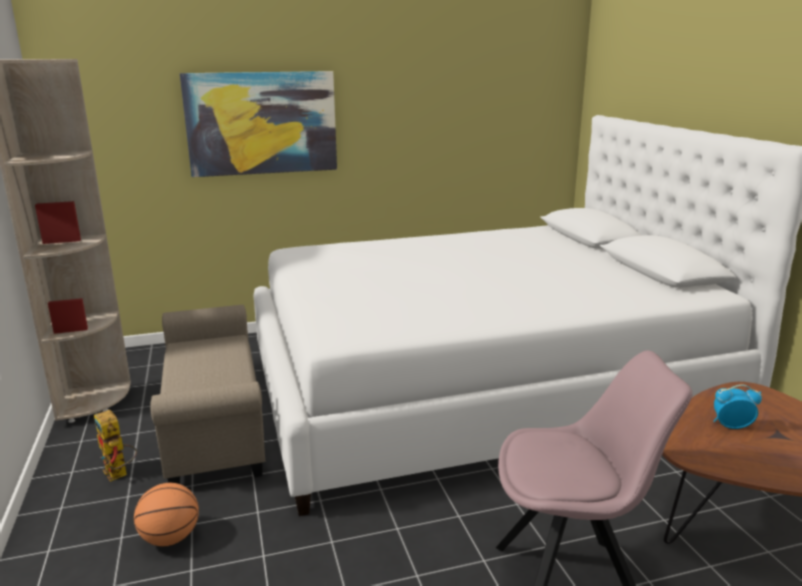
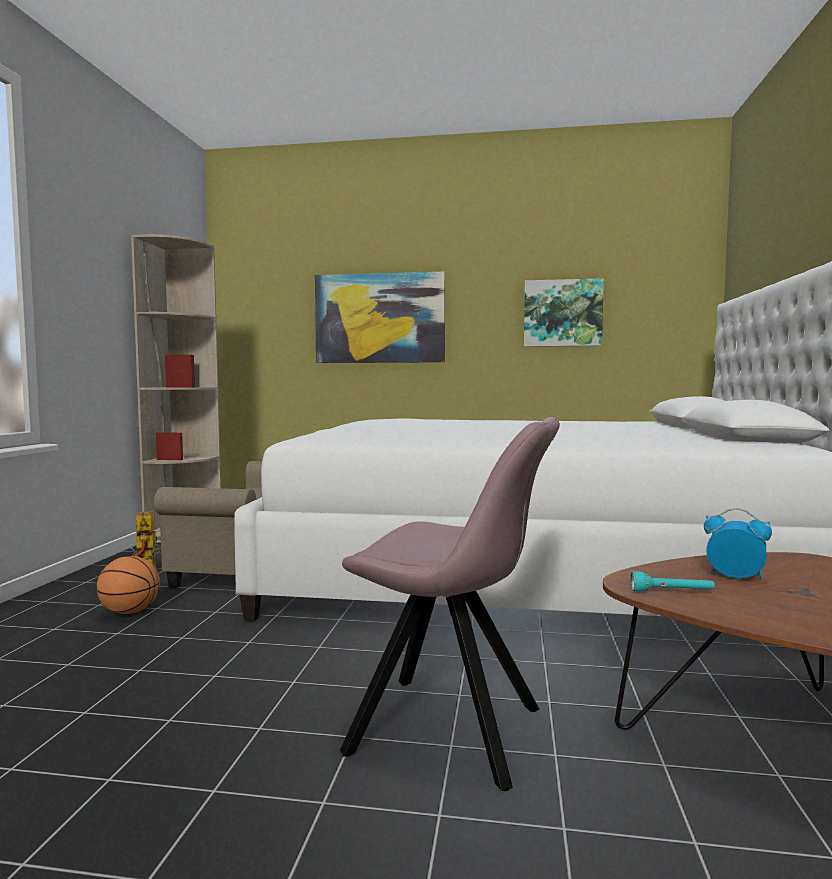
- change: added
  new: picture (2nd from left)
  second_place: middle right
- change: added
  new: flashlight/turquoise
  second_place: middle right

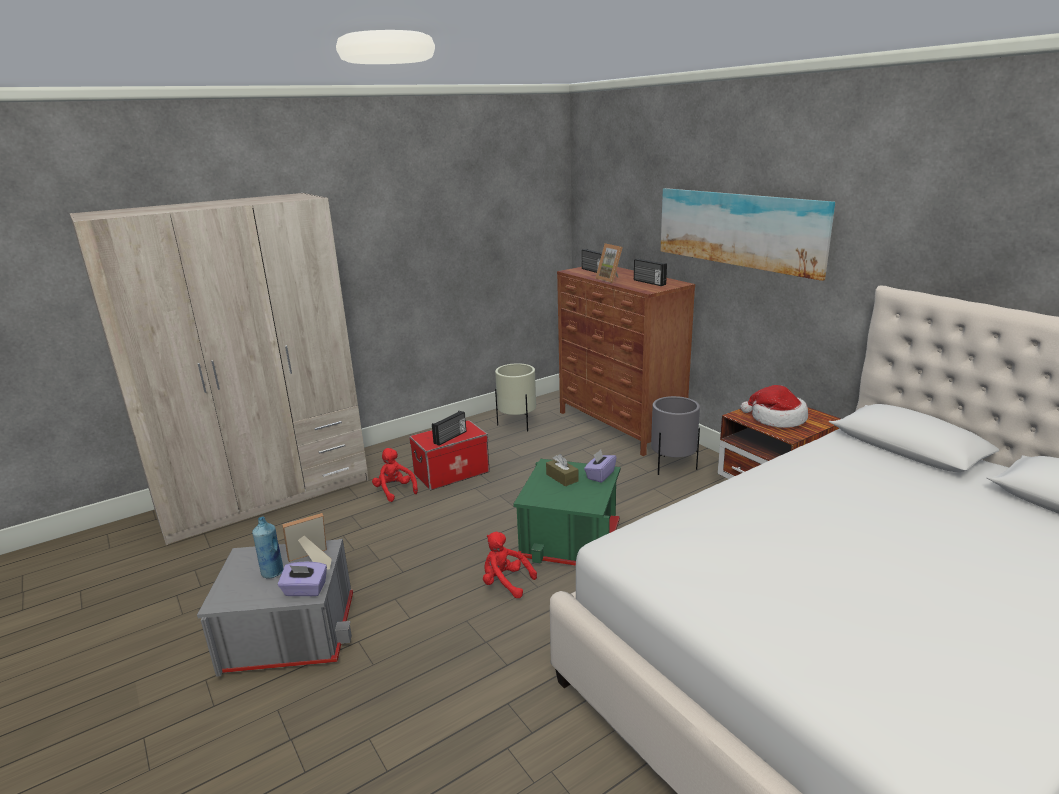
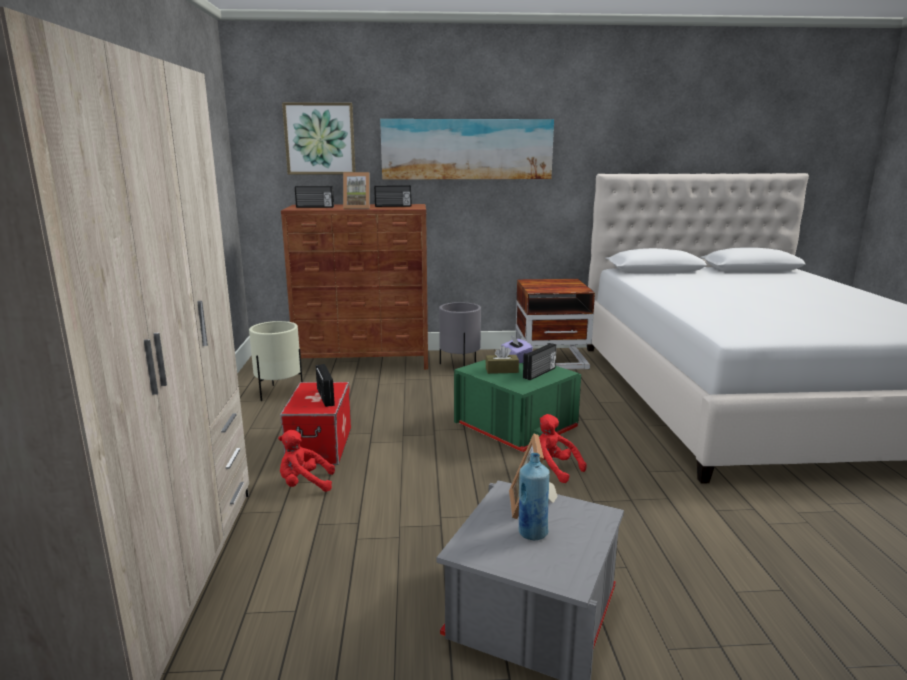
- change: removed
  old: hat
  first_place: middle right
- change: turned
  old: plush toy/red (2nd from left)
  first_place: bottom centre
  second_place: centre
  degrees: 75
- change: removed
  old: tissue box/purple (1st from left)
  first_place: bottom left
- change: added
  new: picture (1st from left)
  second_place: top centre
- change: added
  new: radio (4th from left)
  second_place: centre

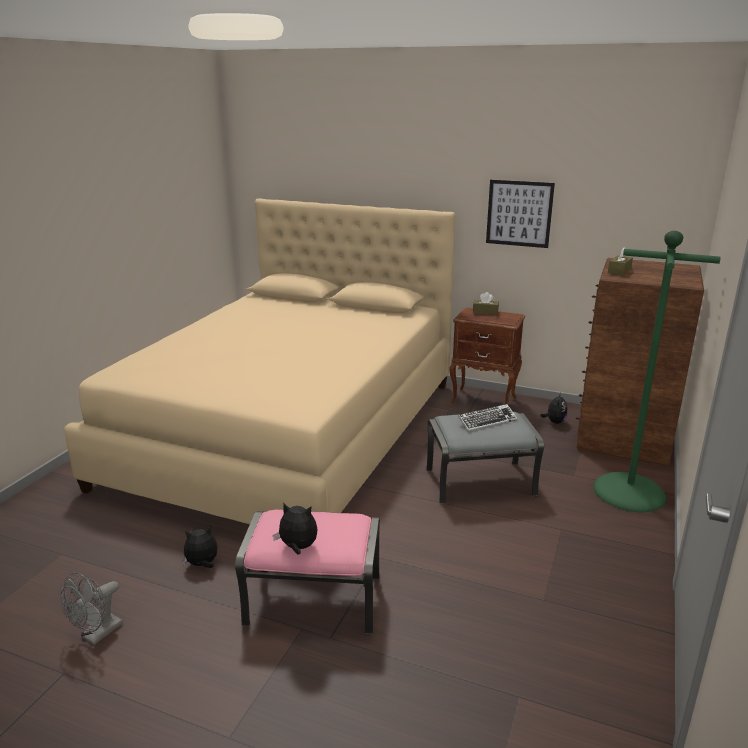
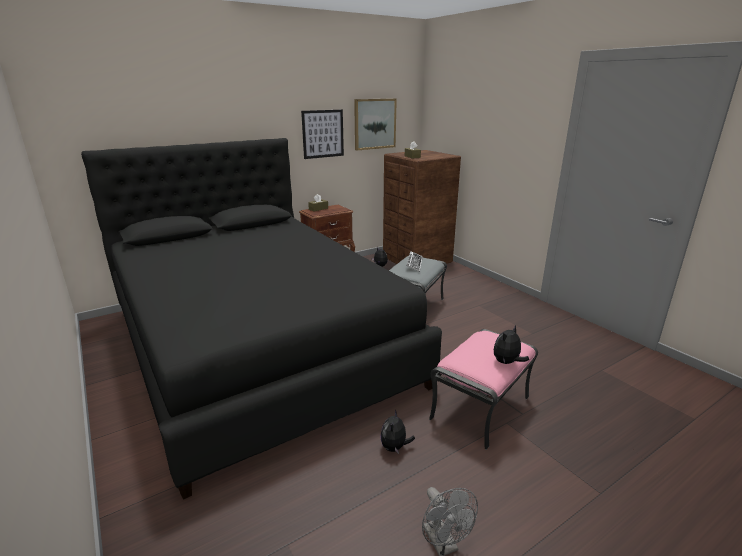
- change: recoloured
  old: bed/beige
  new: bed/black
  first_place: centre
  second_place: centre
- change: removed
  old: clothes rack/green
  first_place: middle right
- change: added
  new: picture (2nd from left)
  second_place: top centre

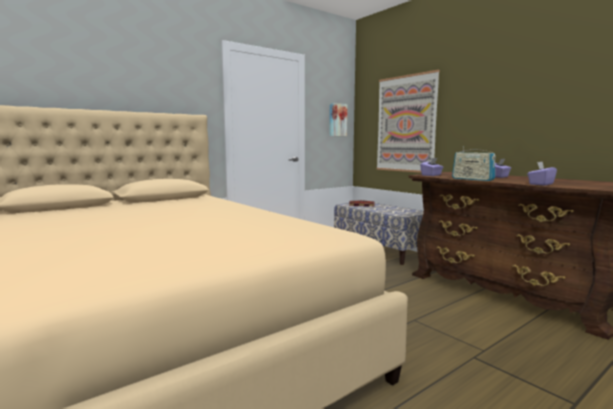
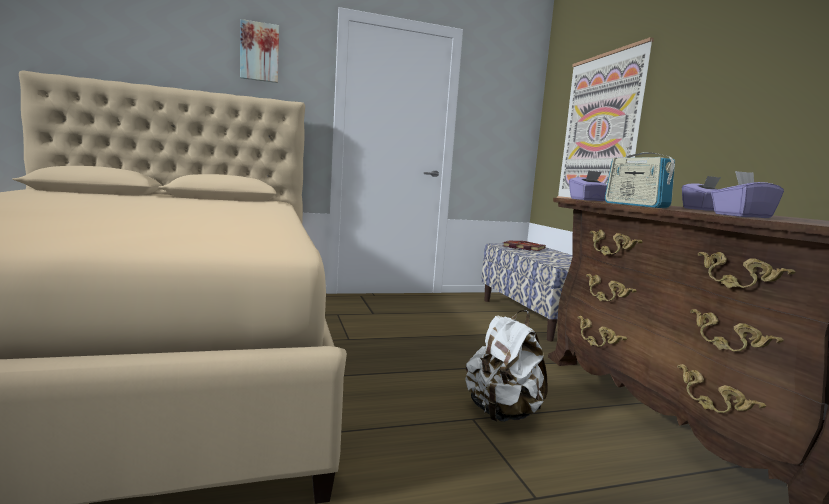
- change: moved
  old: picture (1st from left)
  first_place: top centre
  second_place: top left
- change: added
  new: backpack/white
  second_place: bottom centre

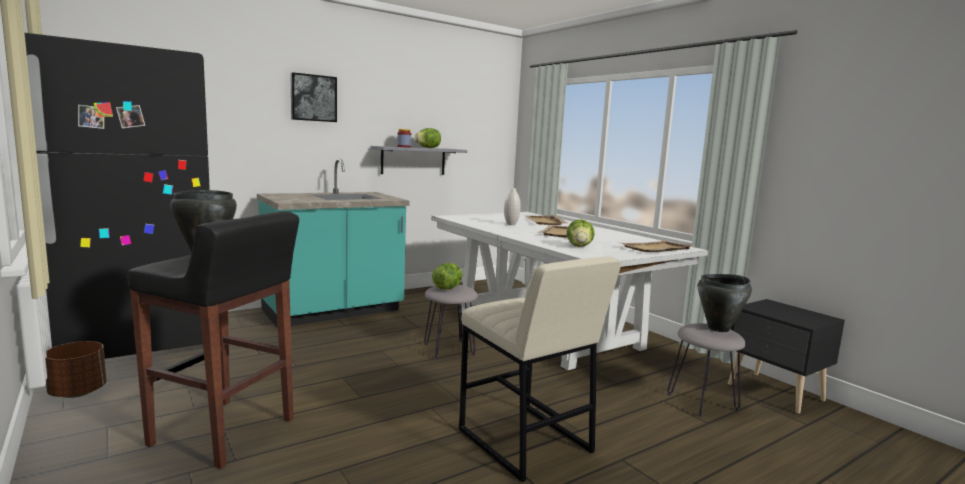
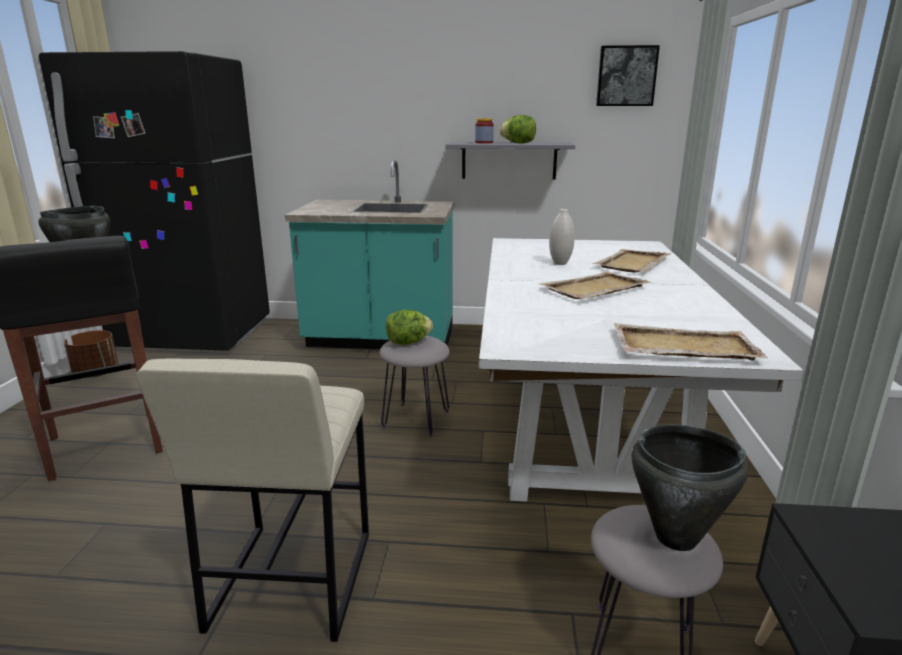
- change: moved
  old: picture
  first_place: top left
  second_place: top right
- change: removed
  old: lettuce (3rd from left)
  first_place: centre

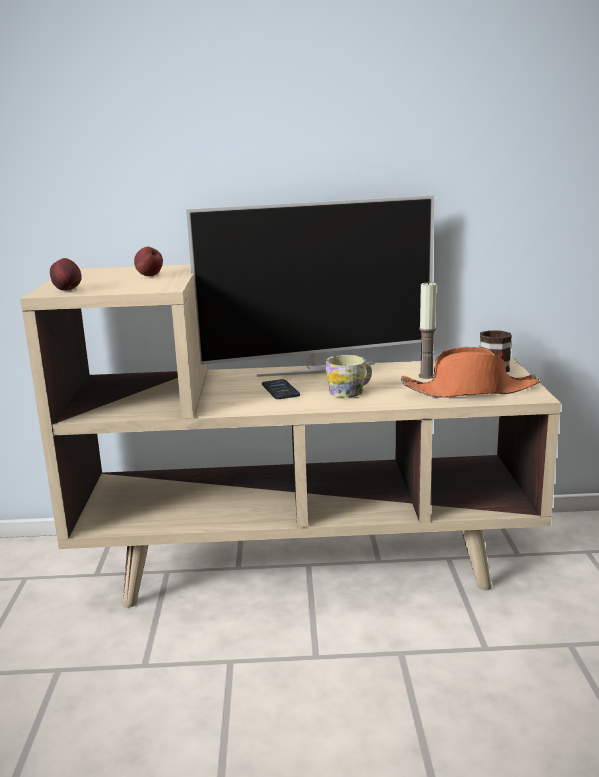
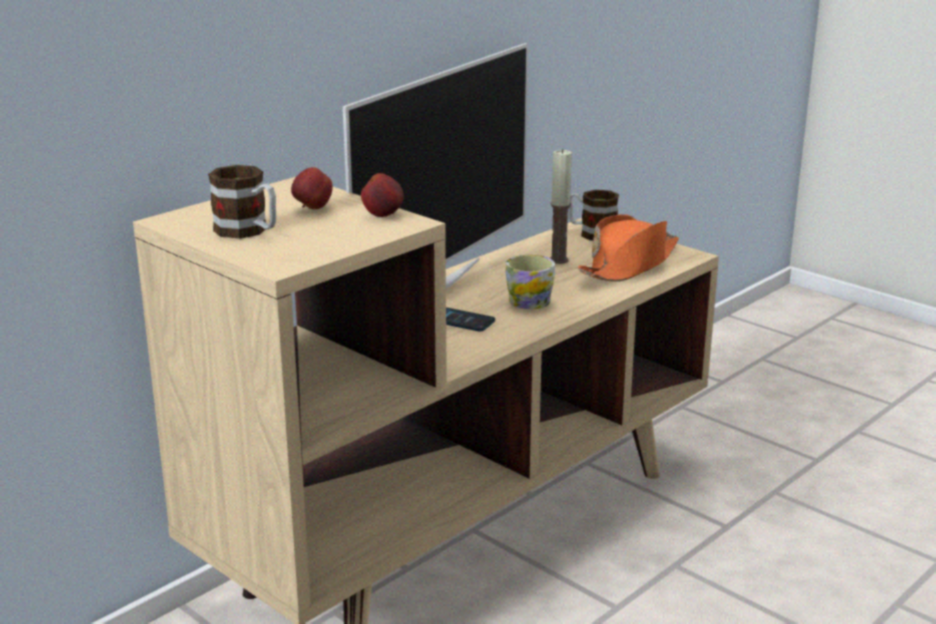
- change: moved
  old: apple (1st from left in the first image)
  new: apple (2nd from left)
  first_place: middle left
  second_place: top centre
- change: added
  new: mug (1st from left)
  second_place: top left

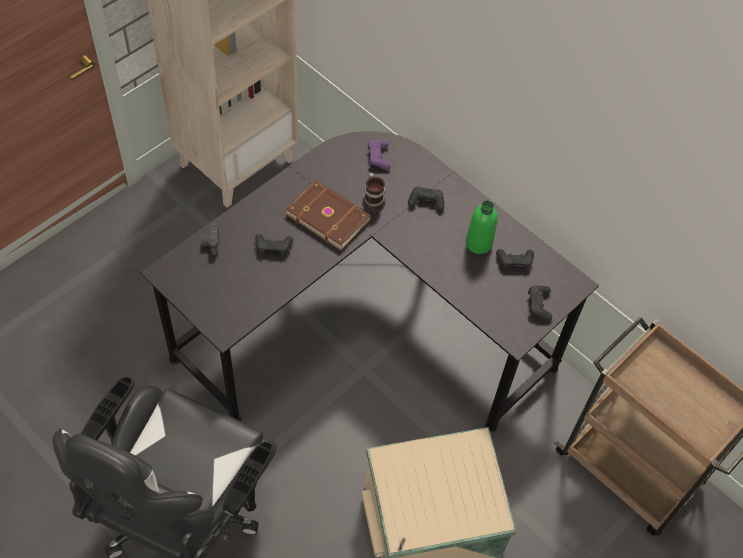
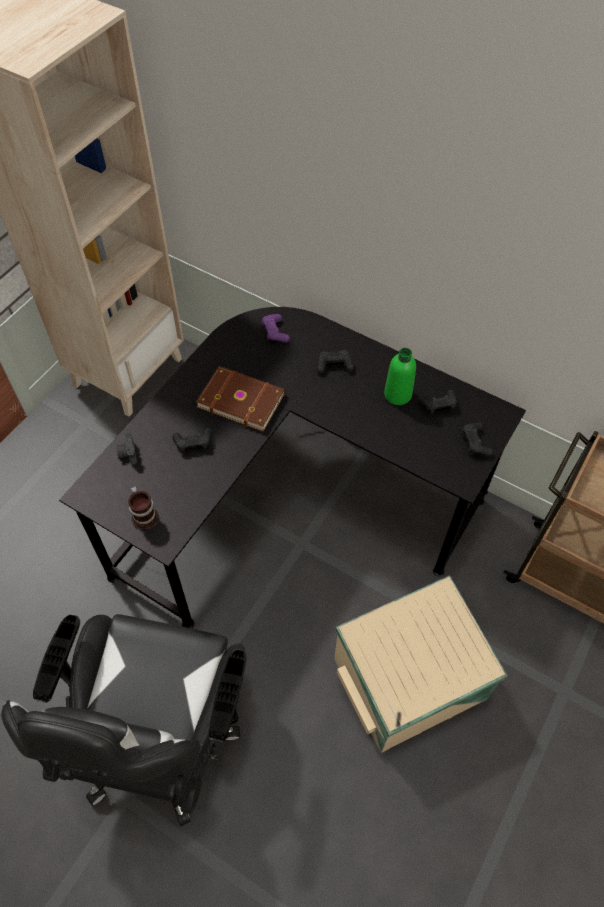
- change: moved
  old: mug
  first_place: centre
  second_place: middle left

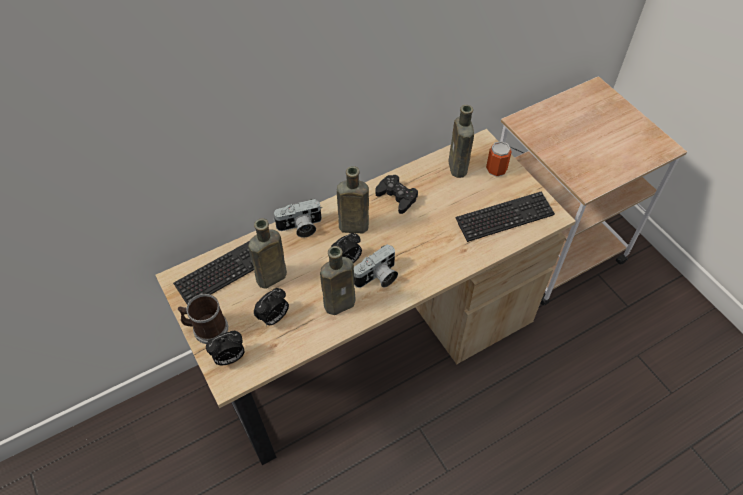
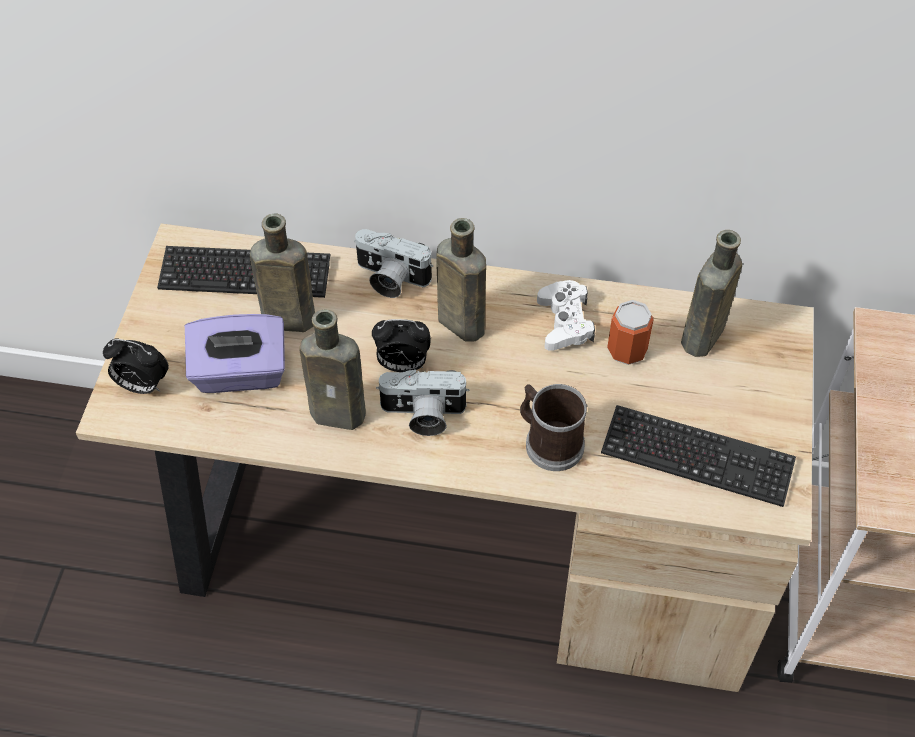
- change: moved
  old: can
  first_place: top right
  second_place: middle right
- change: recoloured
  old: game controller/black
  new: game controller/white
  first_place: centre
  second_place: centre
- change: replaced
  old: alarm clock (2nd from left)
  new: tissue box/purple
  first_place: centre
  second_place: middle left
- change: moved
  old: mug
  first_place: middle left
  second_place: centre

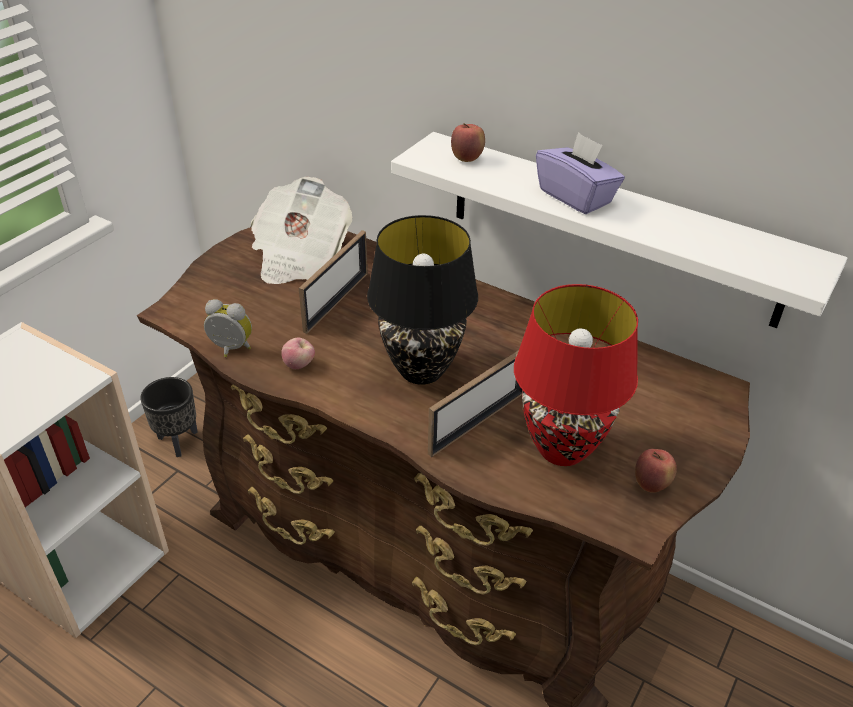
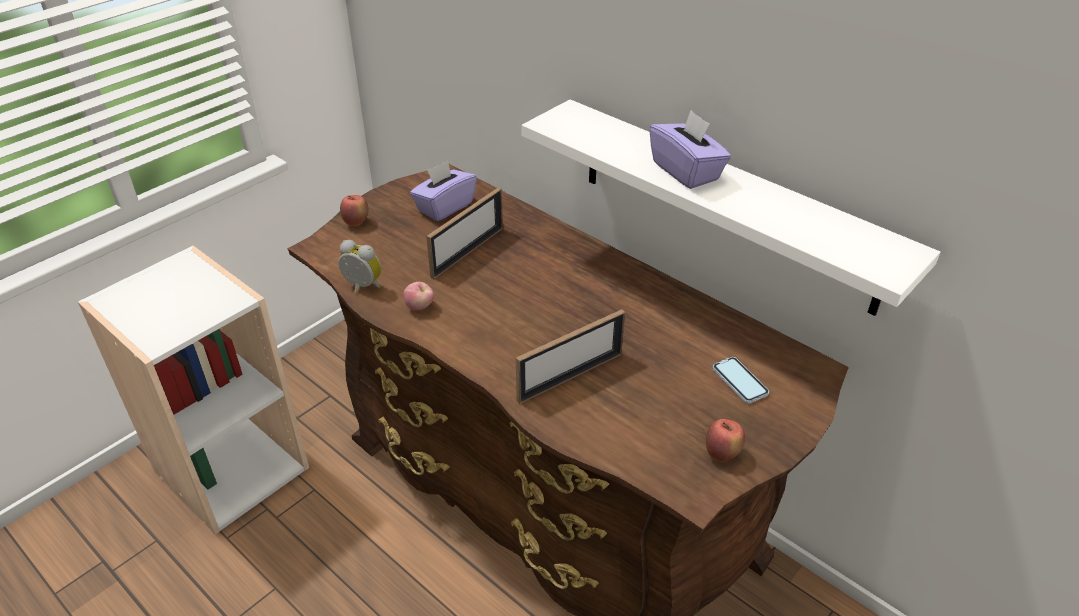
- change: moved
  old: apple (2nd from left in the first image)
  new: apple (1st from left)
  first_place: top centre
  second_place: middle left
- change: replaced
  old: newspaper
  new: tissue box/purple (1st from left)
  first_place: top centre
  second_place: top centre
- change: removed
  old: table lamp/black
  first_place: centre
- change: removed
  old: table lamp/red
  first_place: middle right
- change: removed
  old: planter/black
  first_place: middle left
- change: added
  new: phone
  second_place: middle right

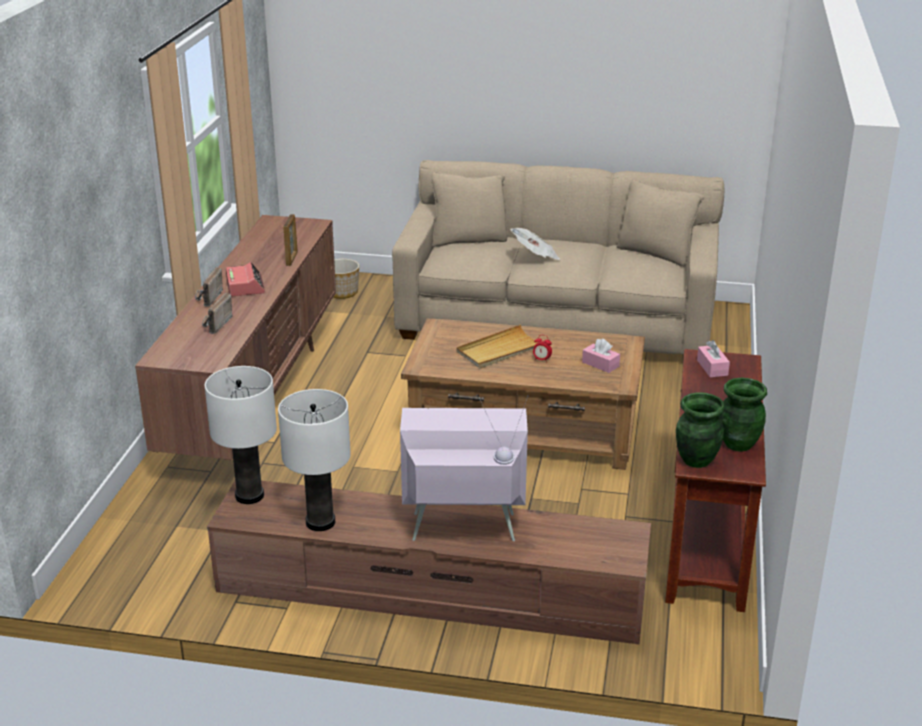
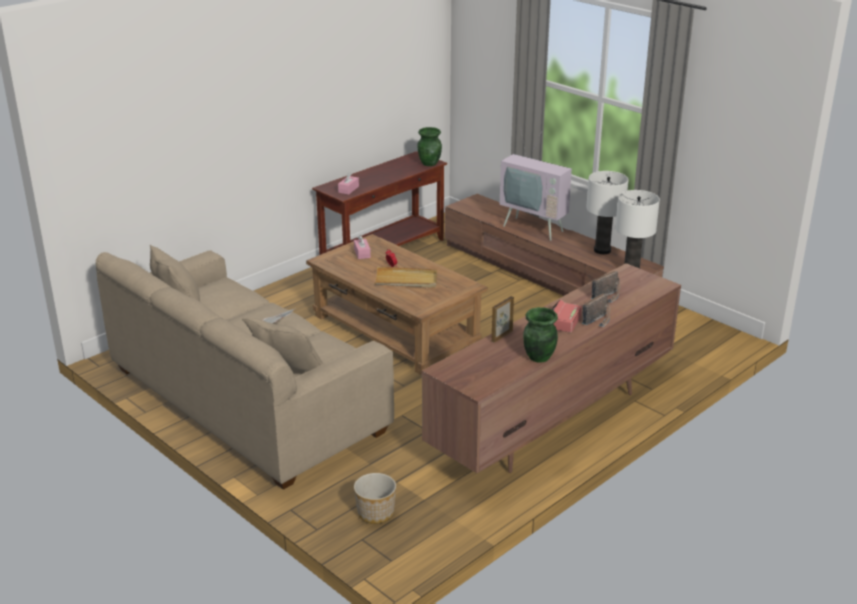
- change: moved
  old: vase/green (2nd from left)
  first_place: middle right
  second_place: centre

